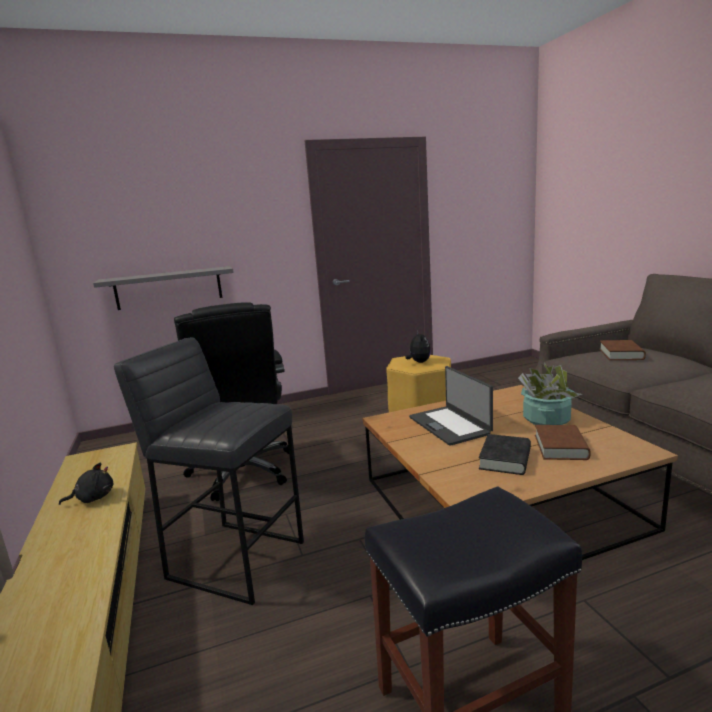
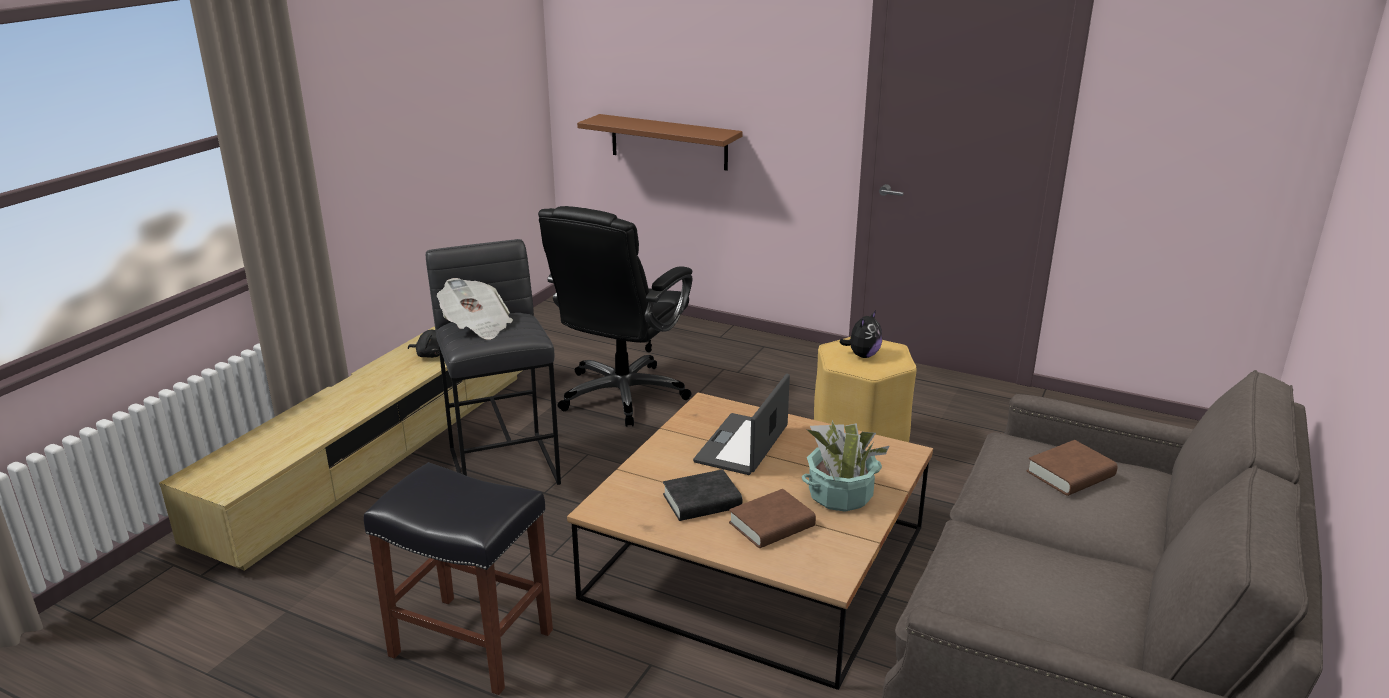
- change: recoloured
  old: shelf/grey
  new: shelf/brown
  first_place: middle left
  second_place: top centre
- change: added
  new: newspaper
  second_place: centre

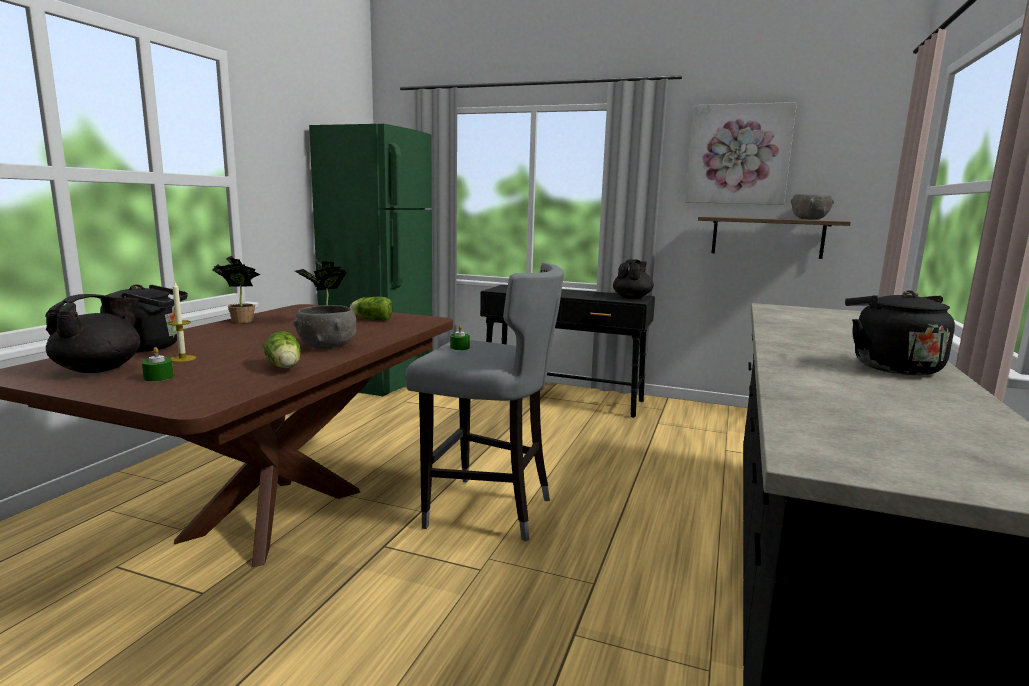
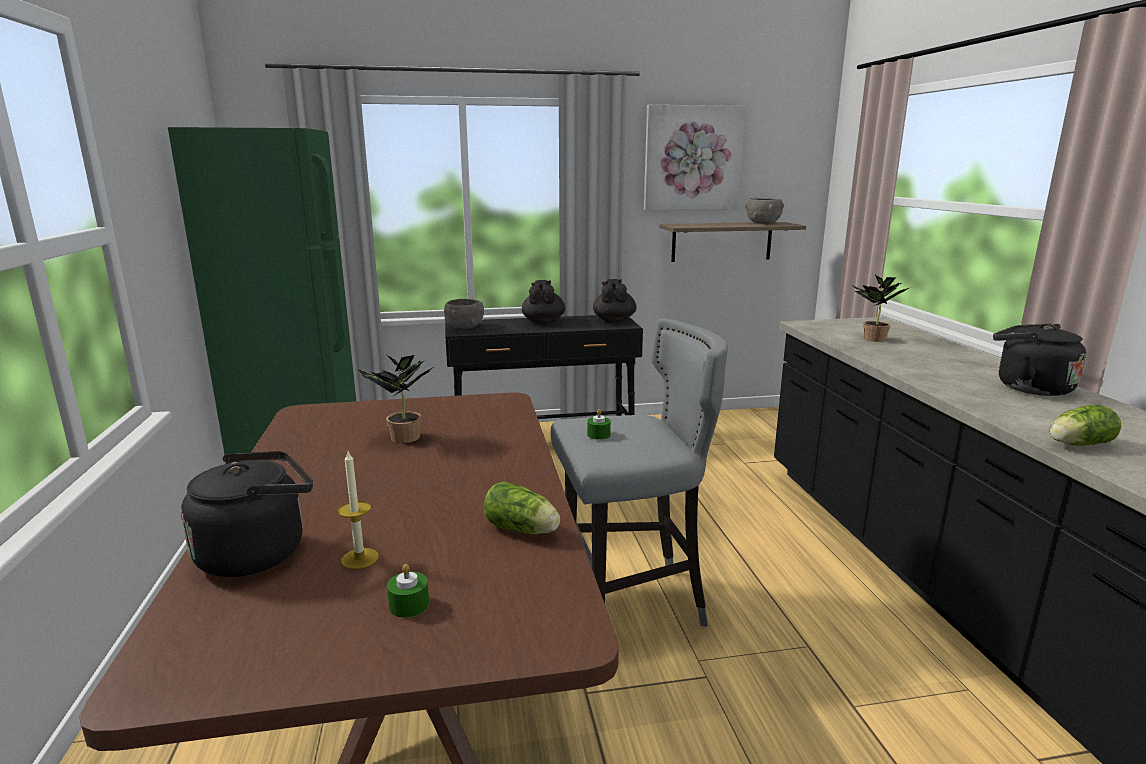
- change: moved
  old: potted plant (1st from left in the first image)
  new: potted plant (2nd from left)
  first_place: middle left
  second_place: middle right
- change: moved
  old: teapot/black (1st from left)
  first_place: middle left
  second_place: centre
- change: moved
  old: lettuce (2nd from left)
  first_place: centre
  second_place: middle right
- change: moved
  old: bowl/grey (1st from left)
  first_place: middle left
  second_place: centre

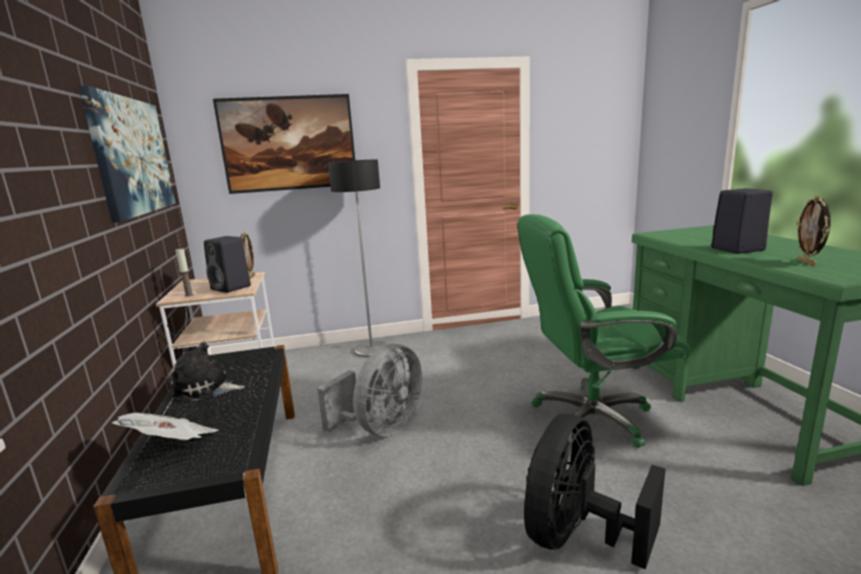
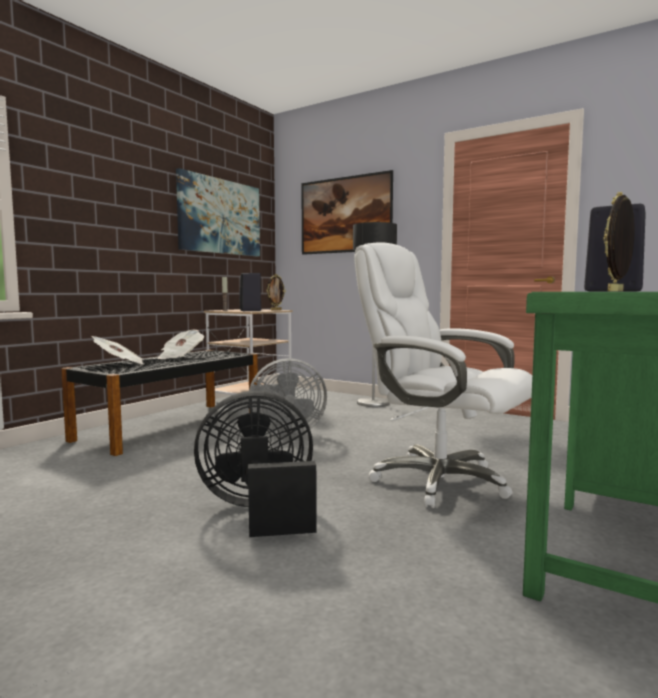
- change: recoloured
  old: office chair/green
  new: office chair/white
  first_place: middle right
  second_place: middle right
- change: replaced
  old: plush toy
  new: newspaper (2nd from left)
  first_place: middle left
  second_place: middle left

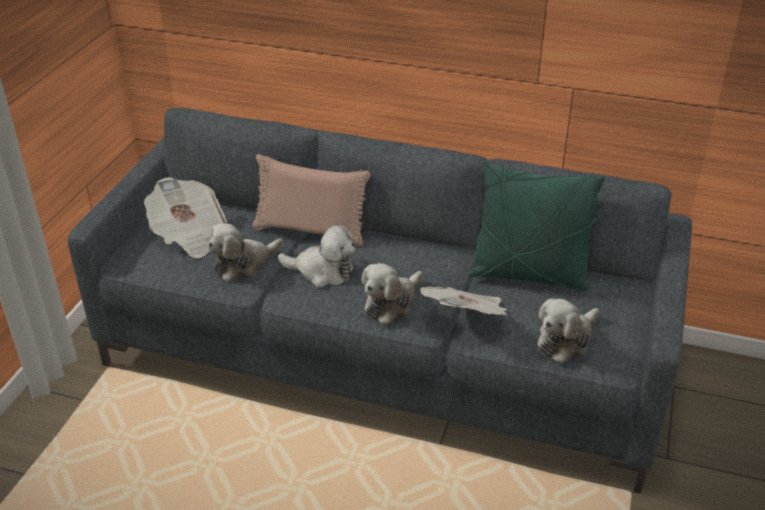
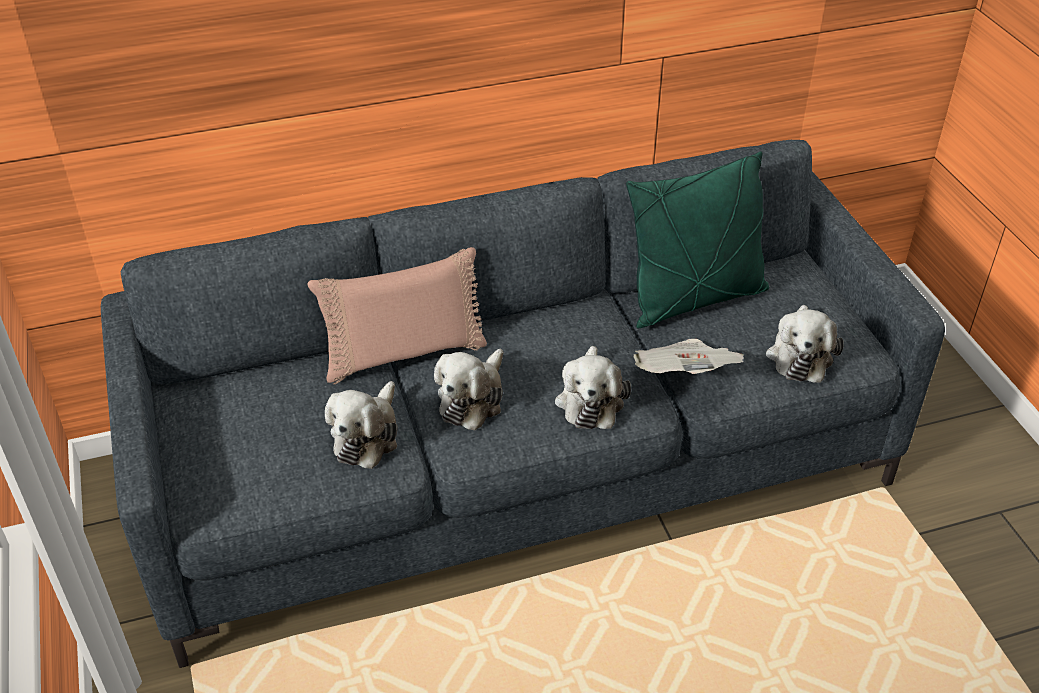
- change: removed
  old: newspaper (1st from left)
  first_place: middle left
- change: turned
  old: plush toy (2nd from left)
  first_place: centre
  second_place: centre
  degrees: 135

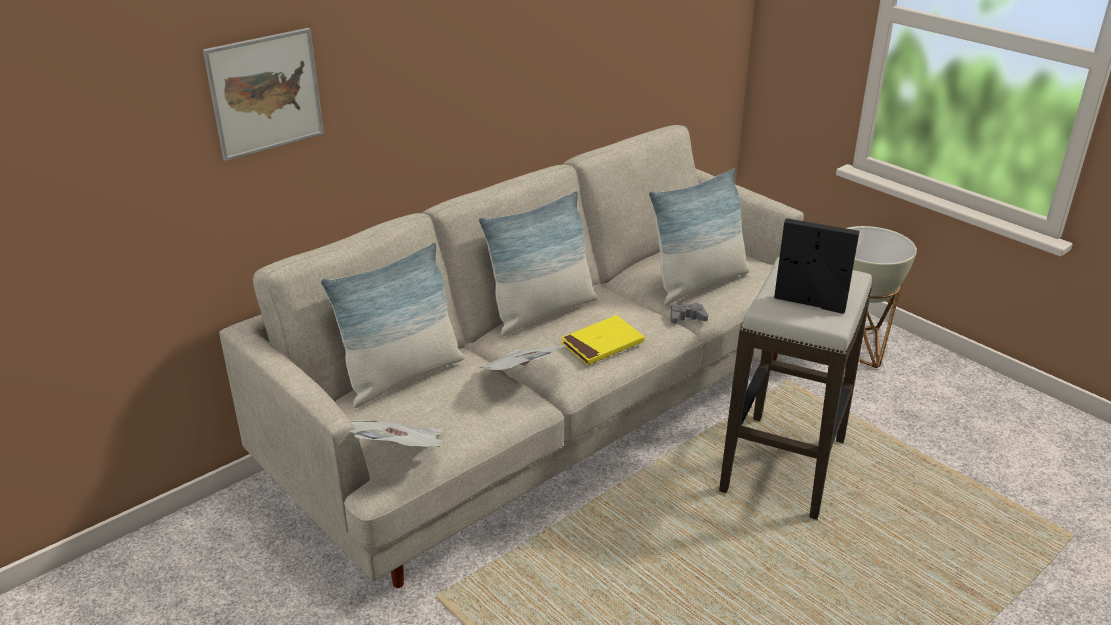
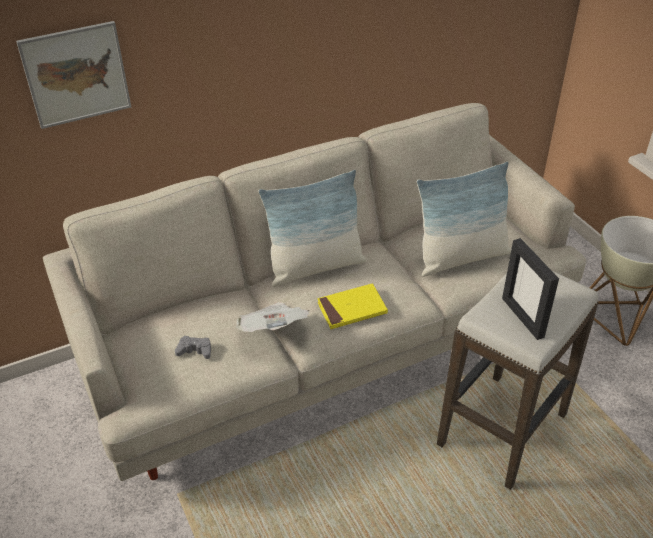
- change: turned
  old: picture frame
  first_place: middle right
  second_place: middle right
  degrees: -150
- change: removed
  old: pillow (1st from left)
  first_place: centre
- change: moved
  old: game controller/grey
  first_place: centre
  second_place: middle left
- change: removed
  old: newspaper (1st from left)
  first_place: bottom centre

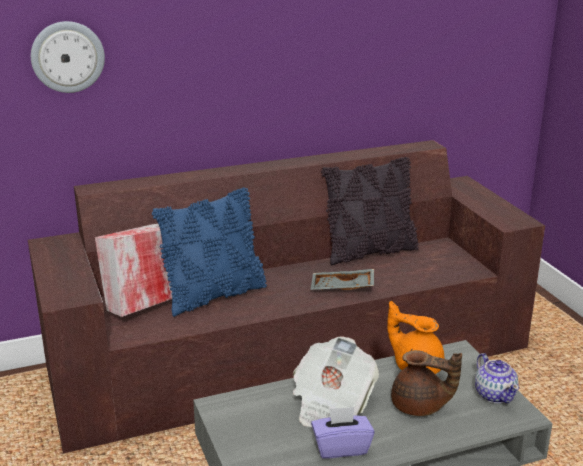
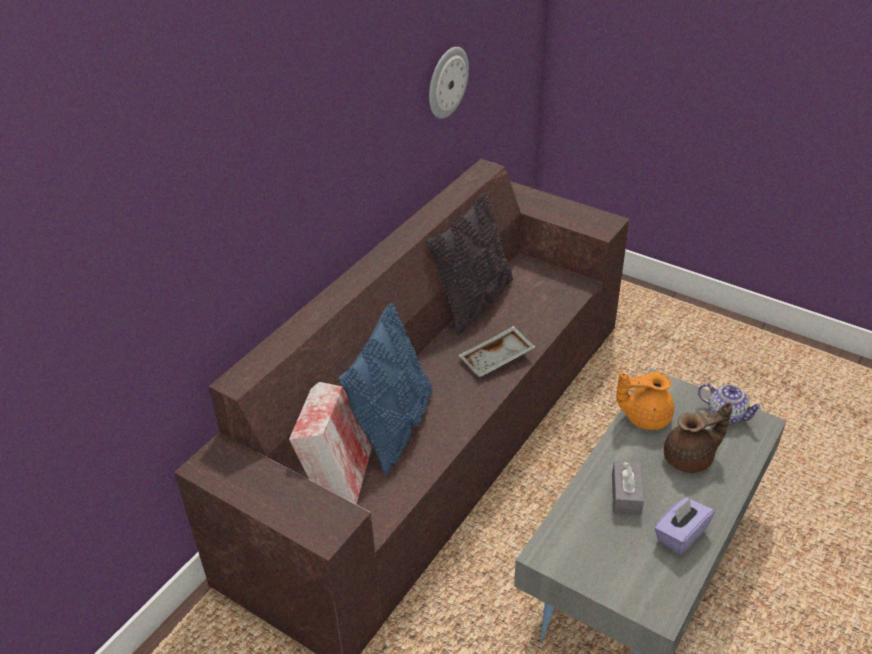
- change: moved
  old: wall clock
  first_place: top left
  second_place: top centre
- change: replaced
  old: newspaper
  new: tissue box/grey
  first_place: bottom centre
  second_place: bottom right

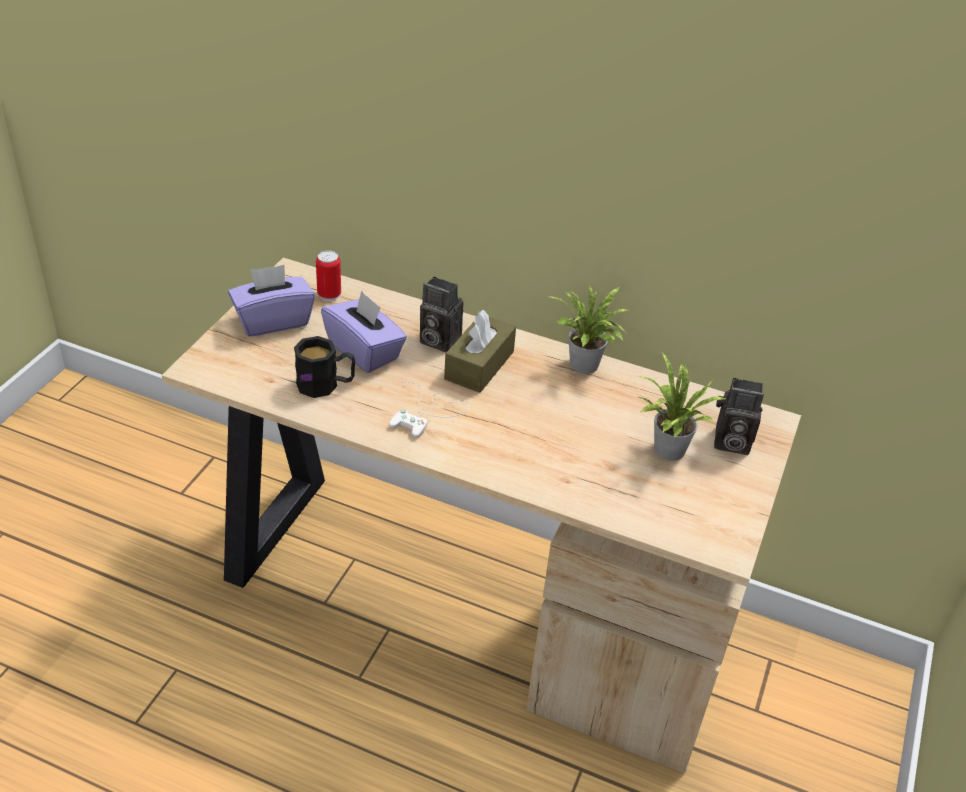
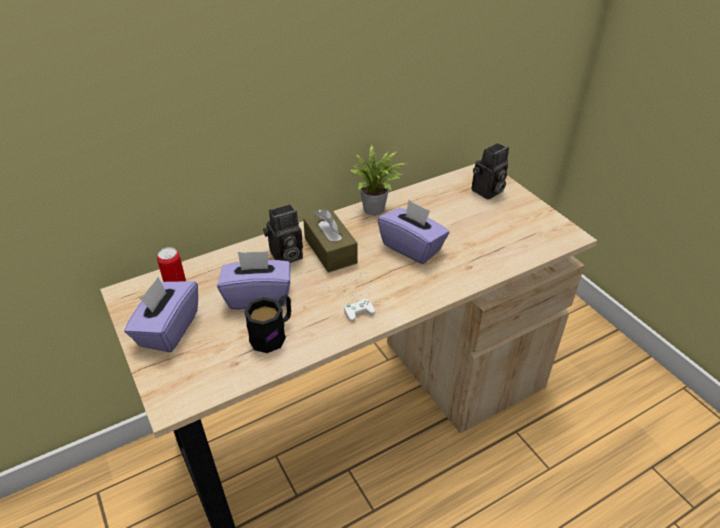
- change: removed
  old: potted plant (2nd from left)
  first_place: middle right
- change: added
  new: tissue box/purple (3rd from left)
  second_place: centre

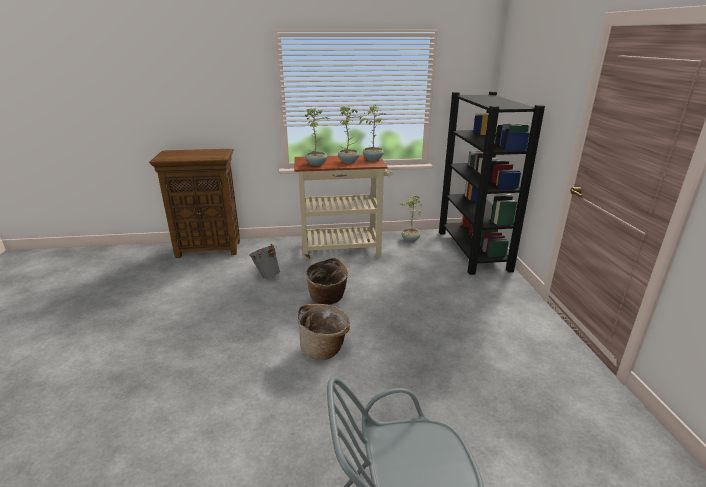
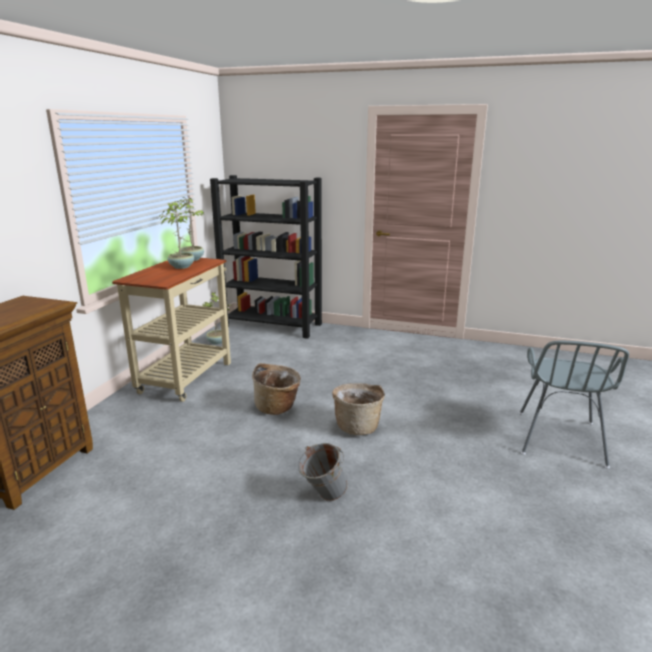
- change: removed
  old: potted plant (1st from left)
  first_place: top centre
- change: moved
  old: bucket/grey
  first_place: centre
  second_place: bottom centre

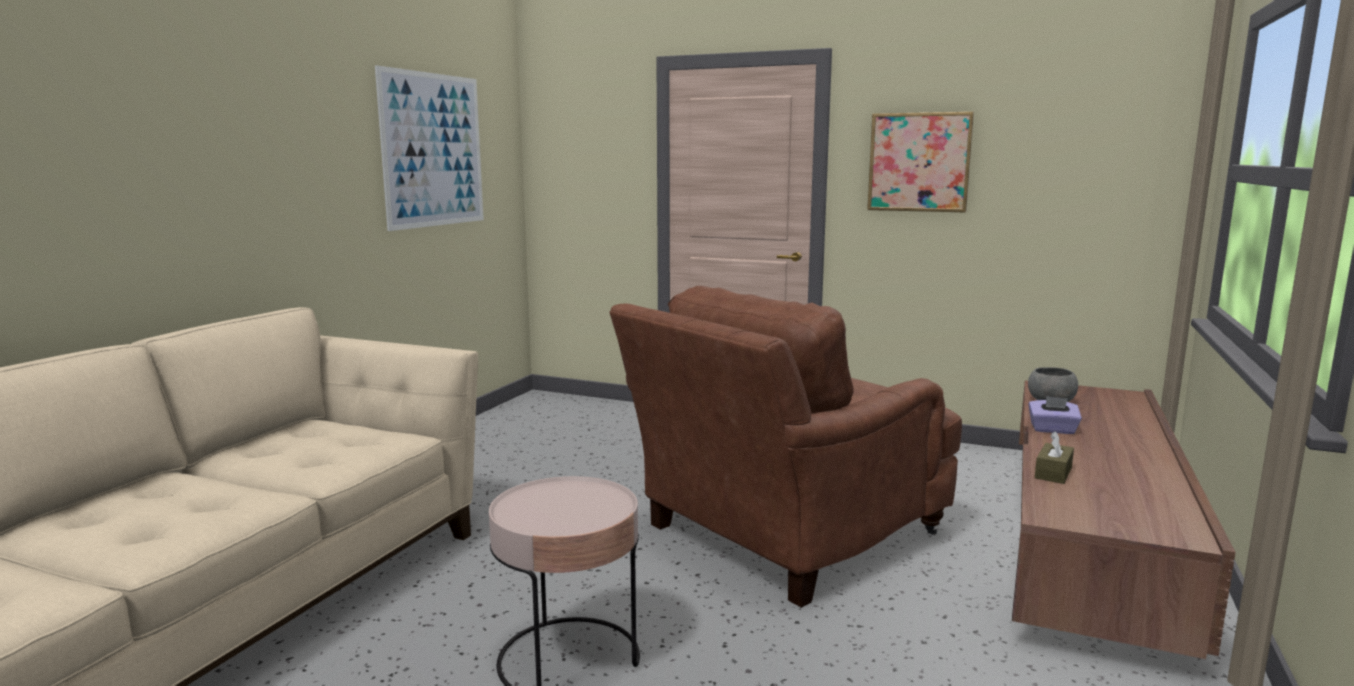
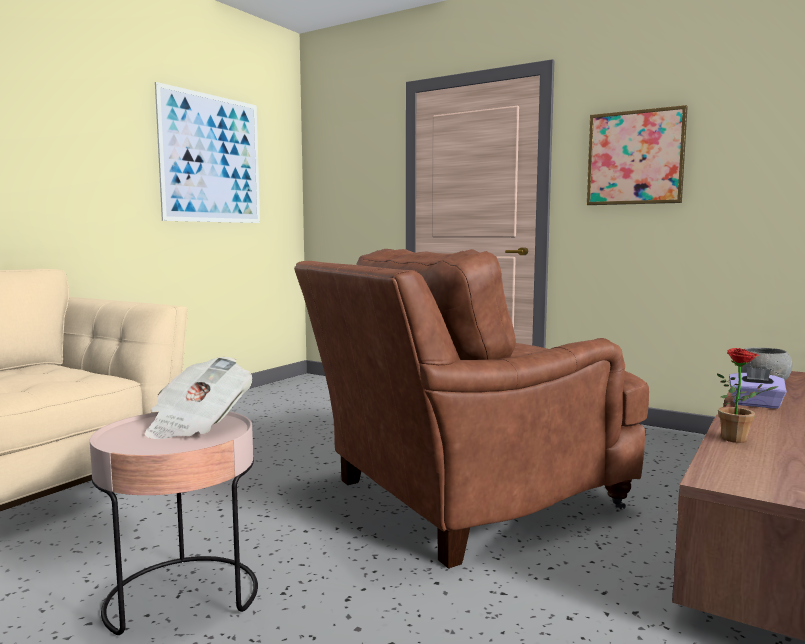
- change: replaced
  old: tissue box/brown
  new: potted plant
  first_place: middle right
  second_place: middle right
- change: added
  new: newspaper
  second_place: middle left

